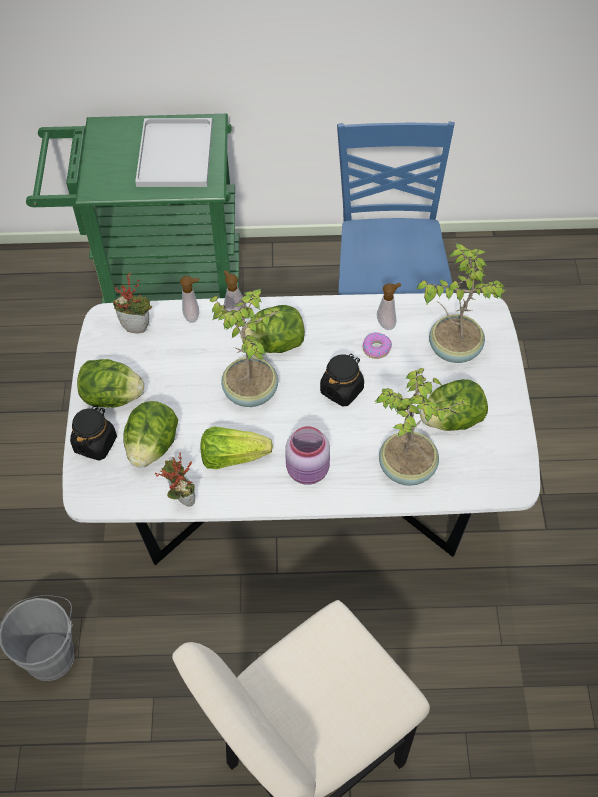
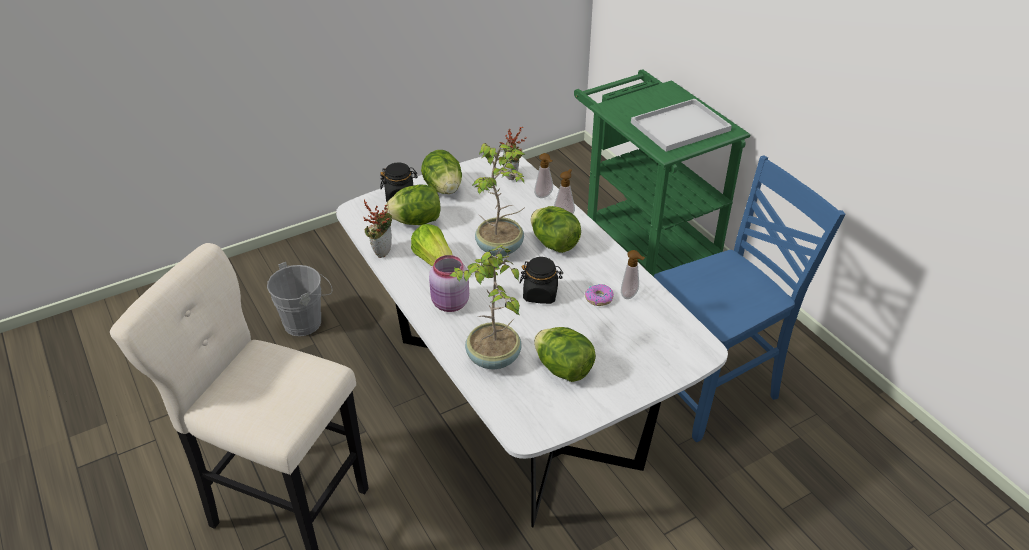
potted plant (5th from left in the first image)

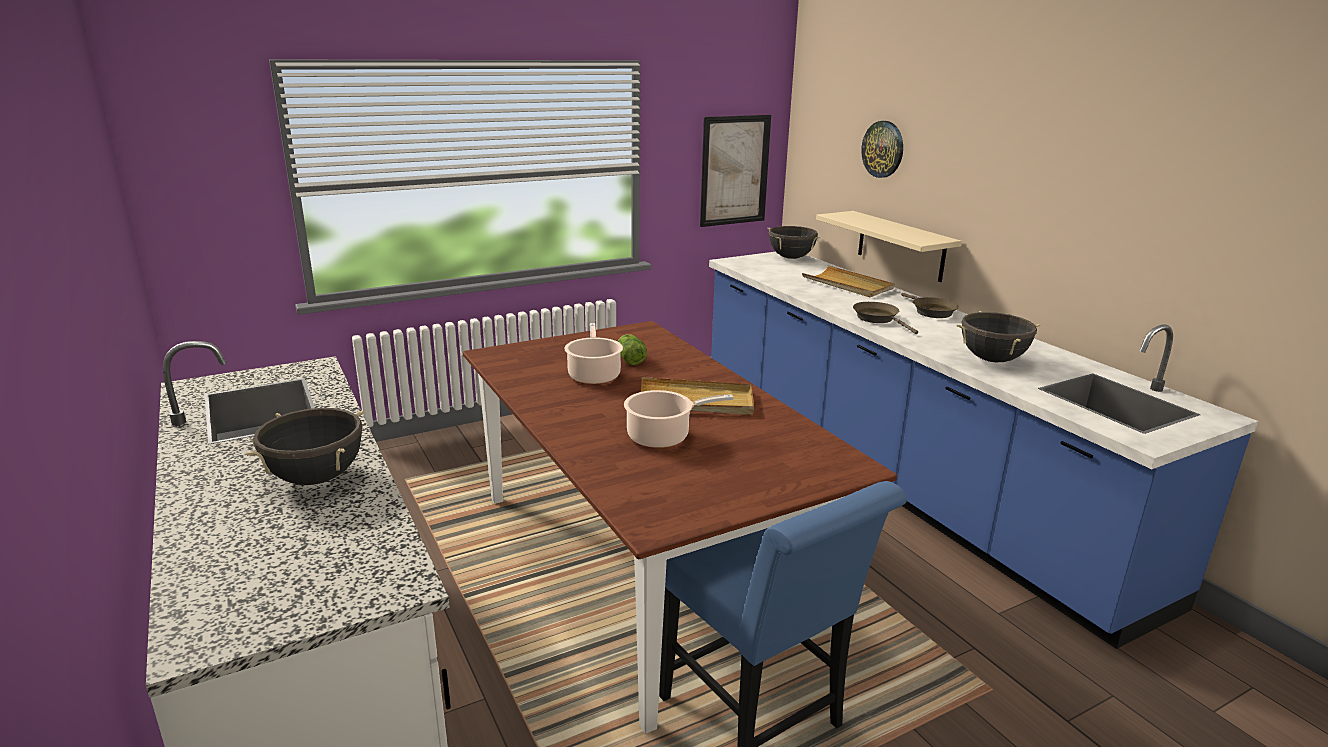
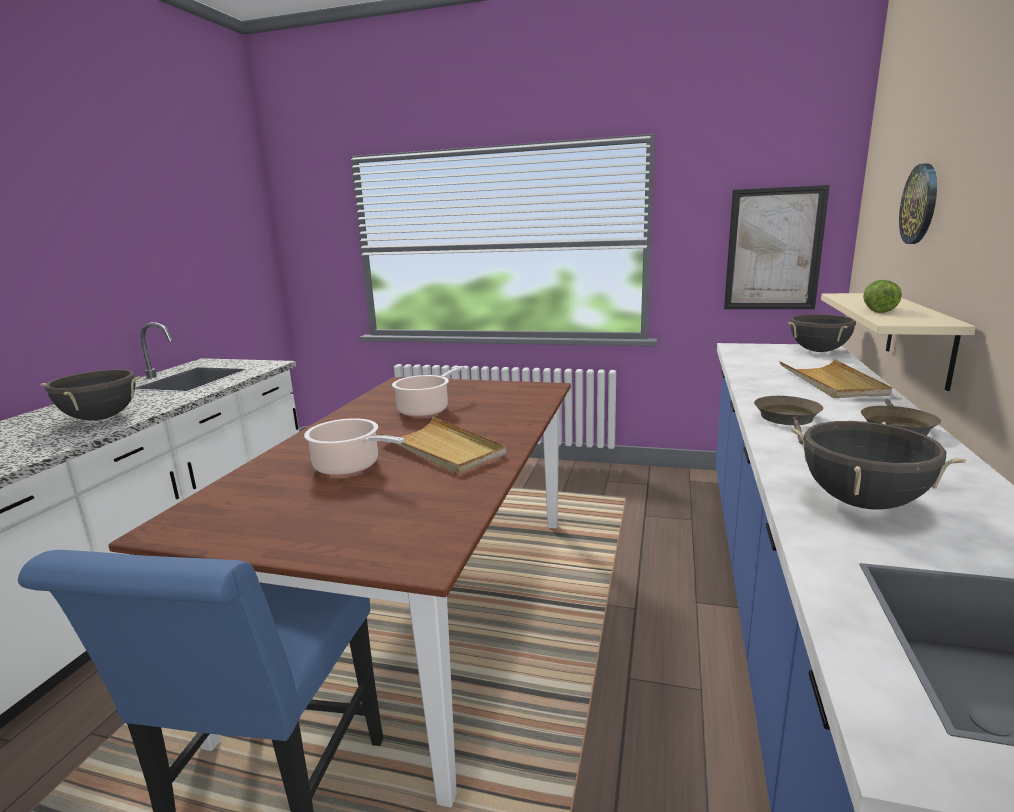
lettuce

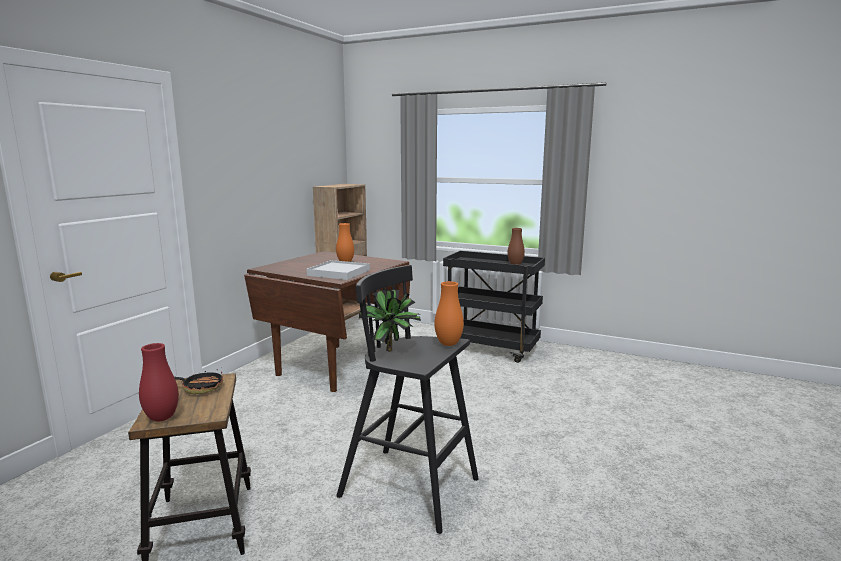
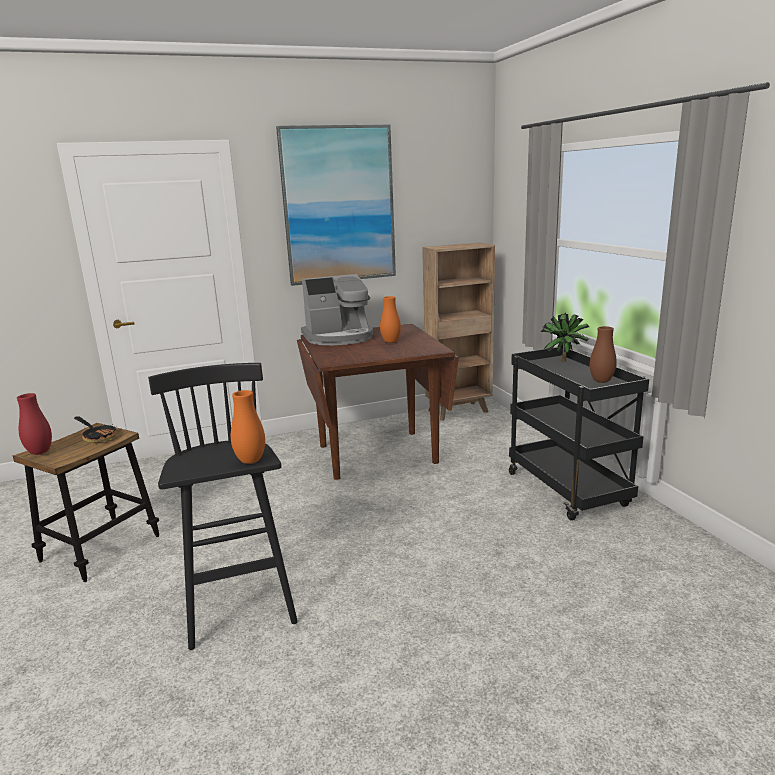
picture
coffee machine
potted plant
tray (white)

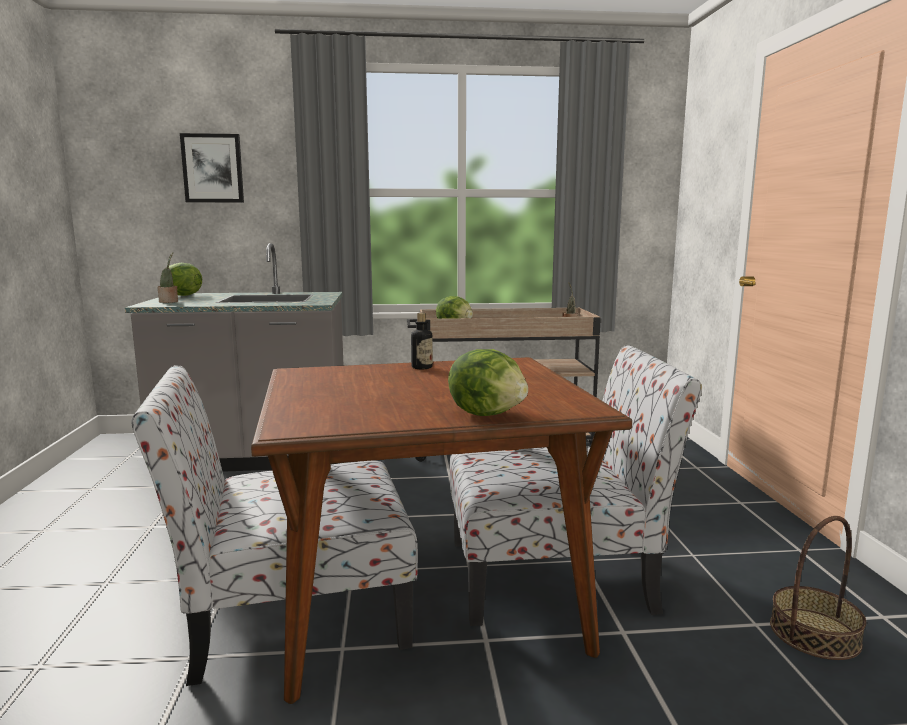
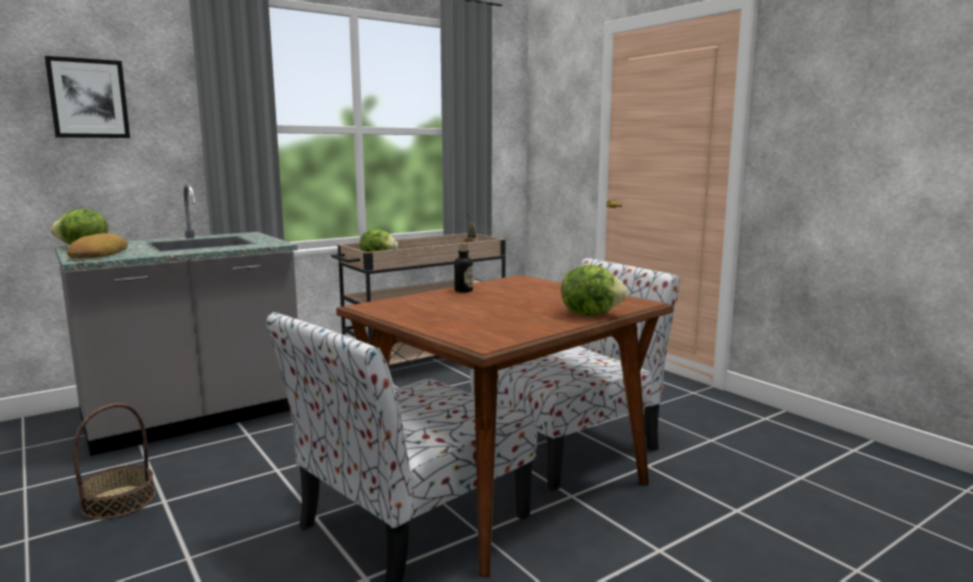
bread
basket

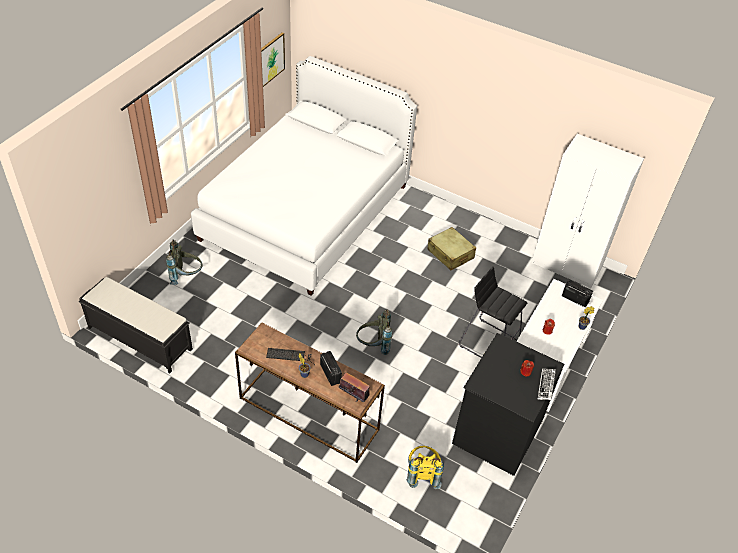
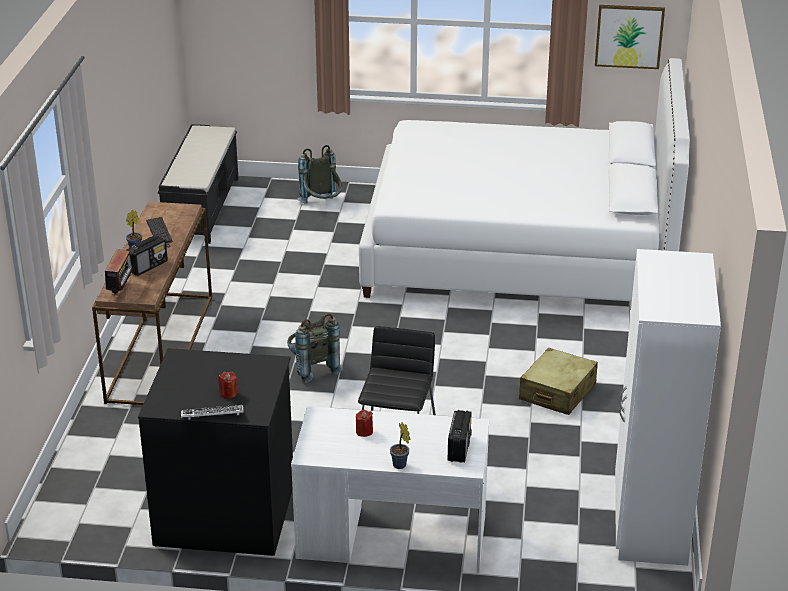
backpack (yellow)

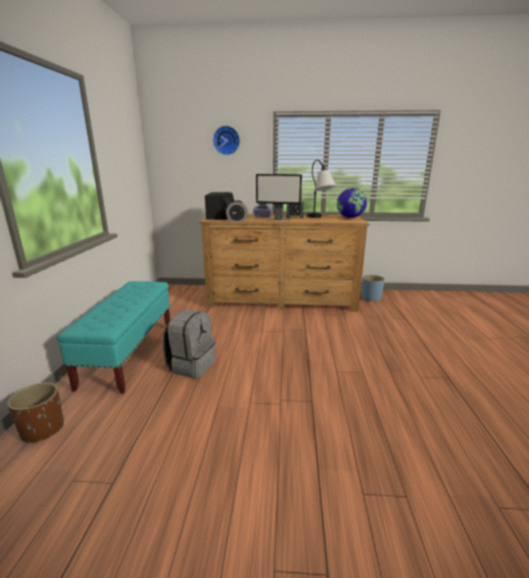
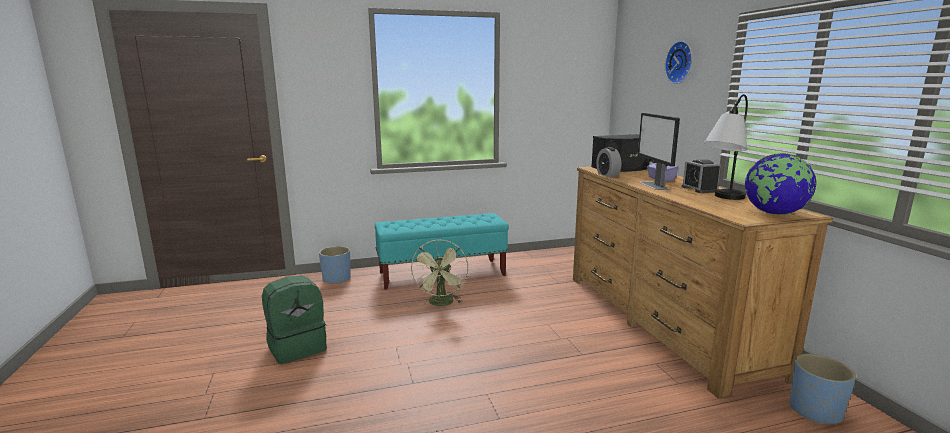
backpack (green)
planter (blue) (1st from left)
fan (green)

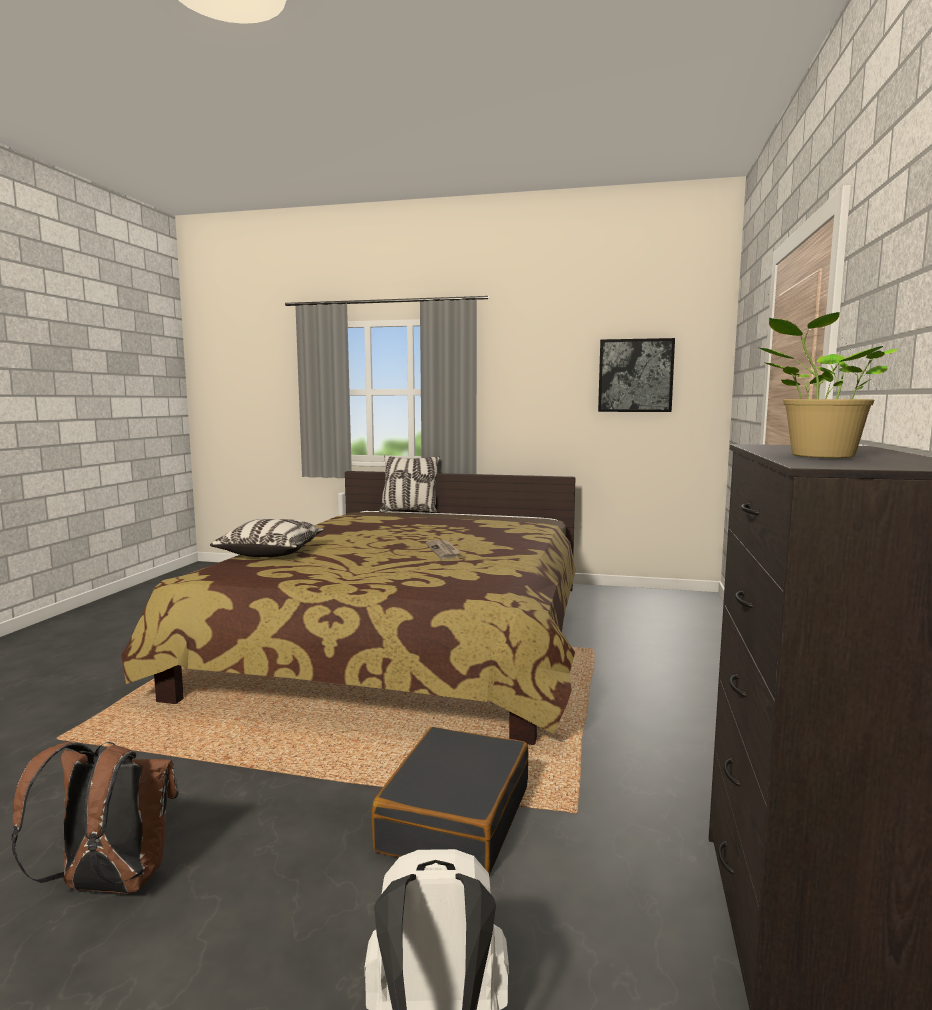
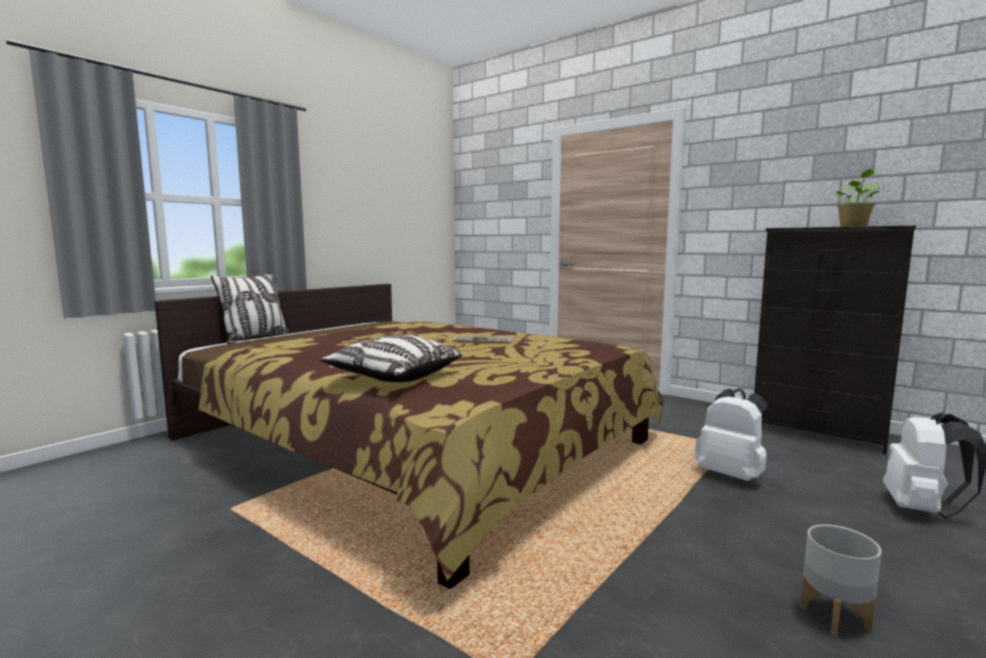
backpack (white) (1st from left)
planter (grey)
picture

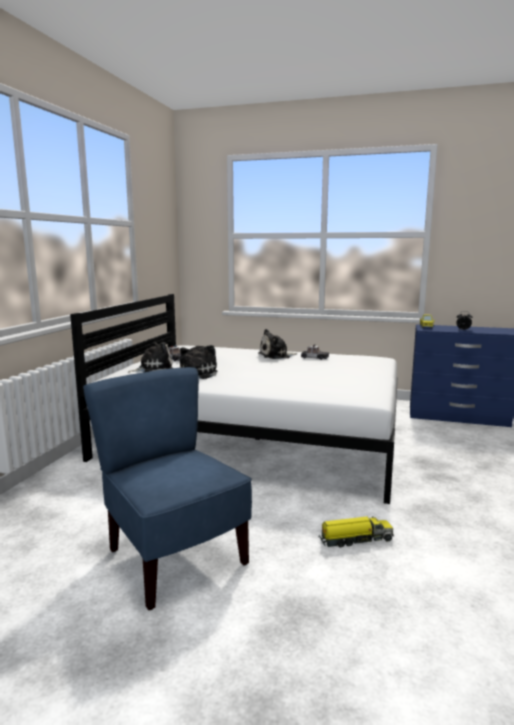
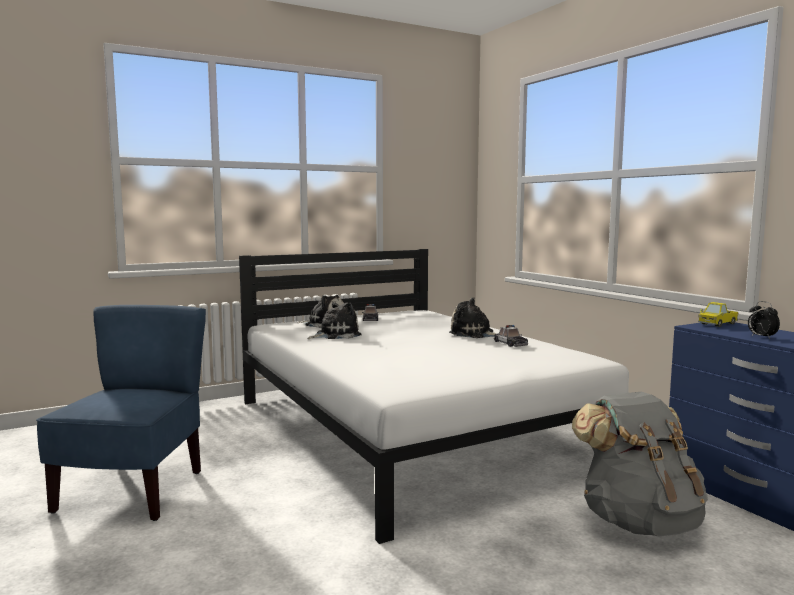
backpack (grey)
toy truck (1st from left in the first image)

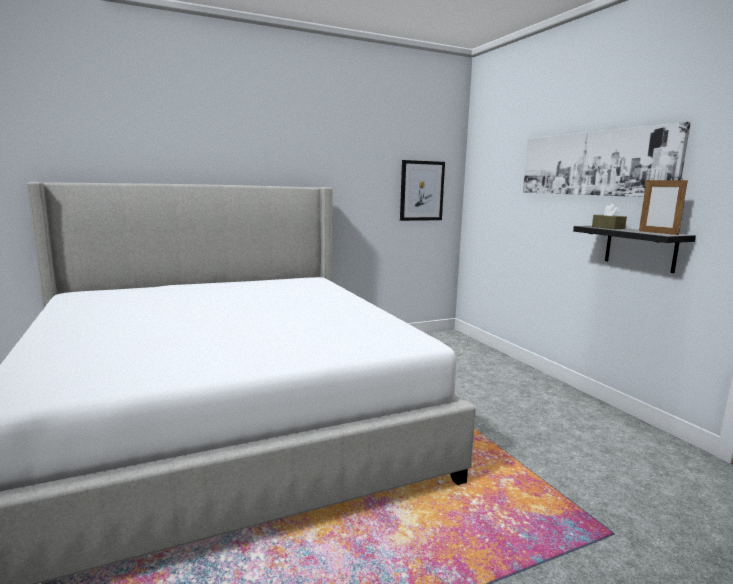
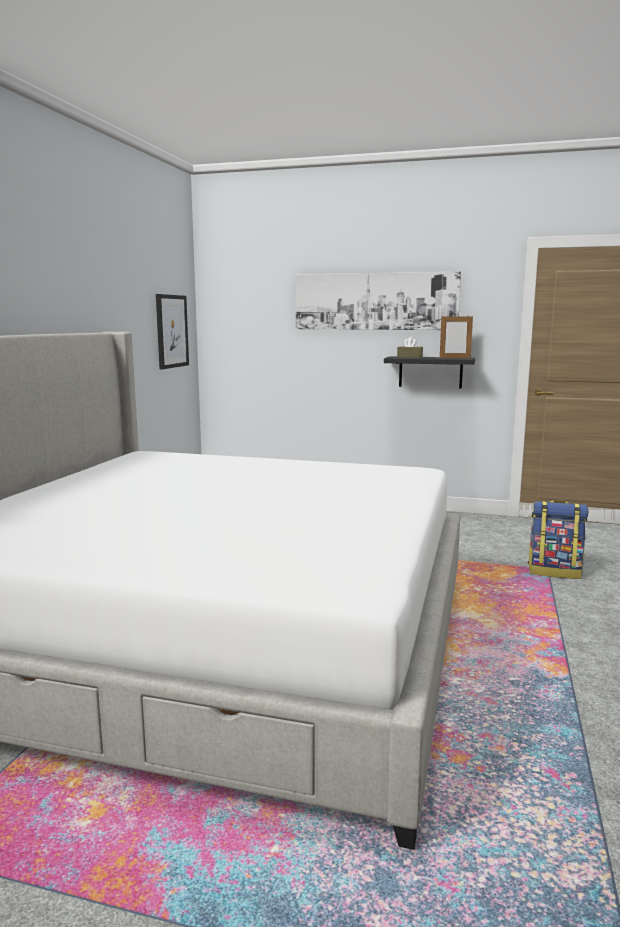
backpack

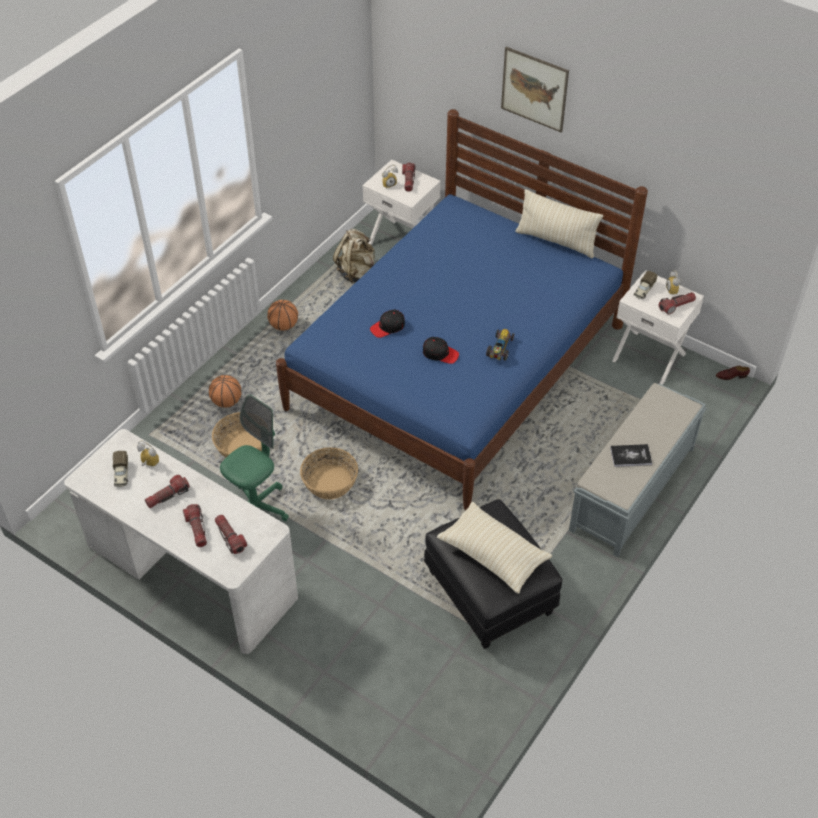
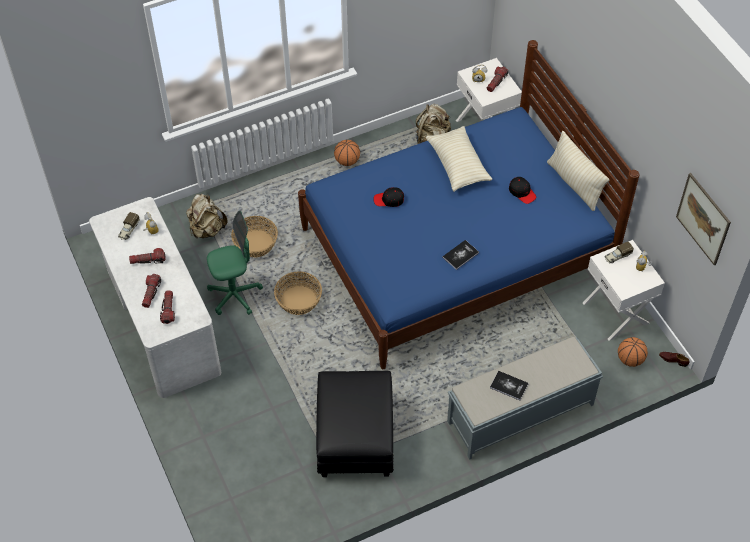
backpack (beige) (1st from left)
pillow (beige) (1st from left)
book (1st from left)
cap (black) (2nd from left)
basketball (2nd from left)
picture
flashlight (5th from left in the first image)

